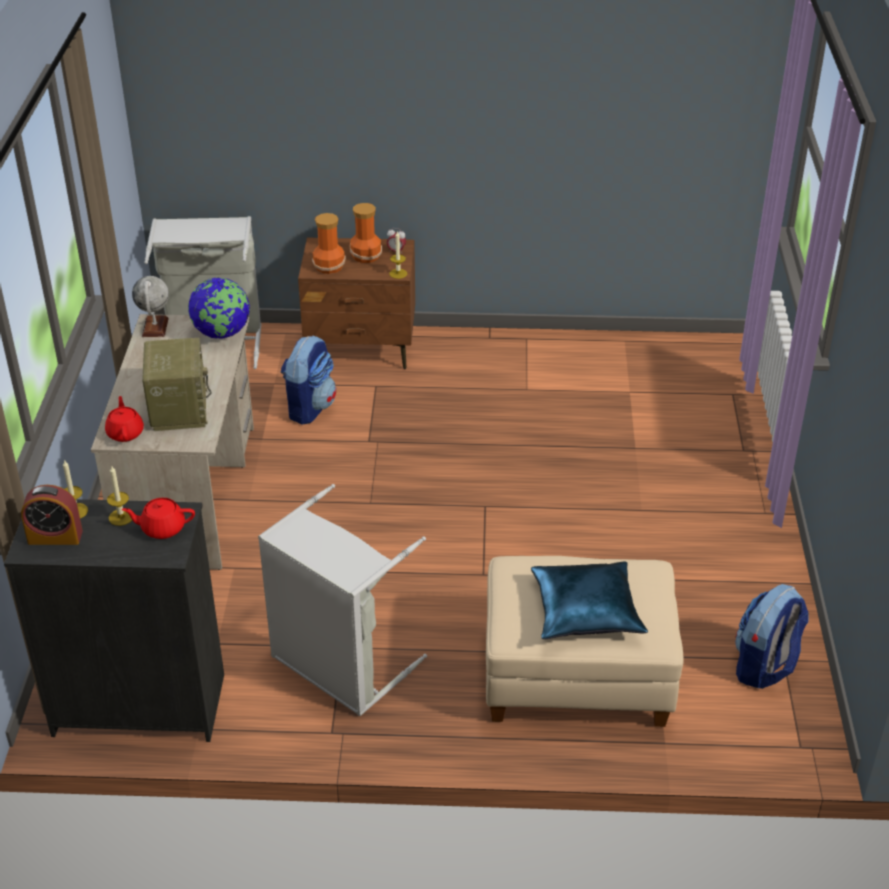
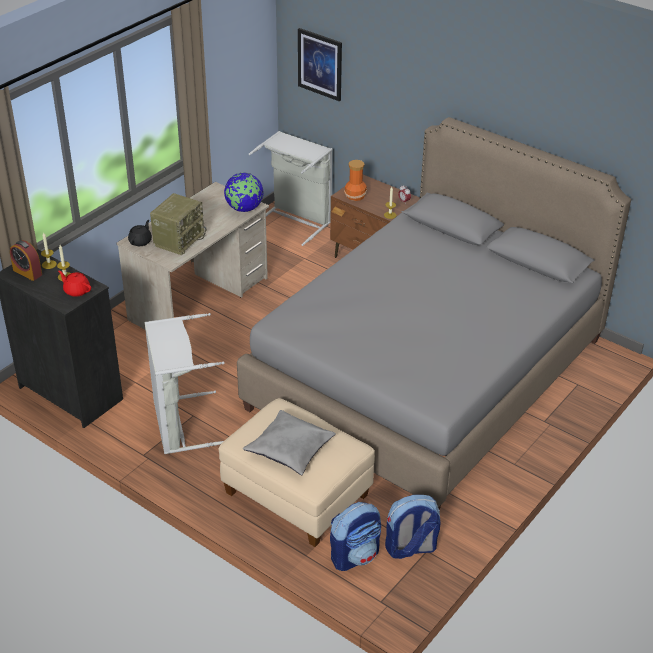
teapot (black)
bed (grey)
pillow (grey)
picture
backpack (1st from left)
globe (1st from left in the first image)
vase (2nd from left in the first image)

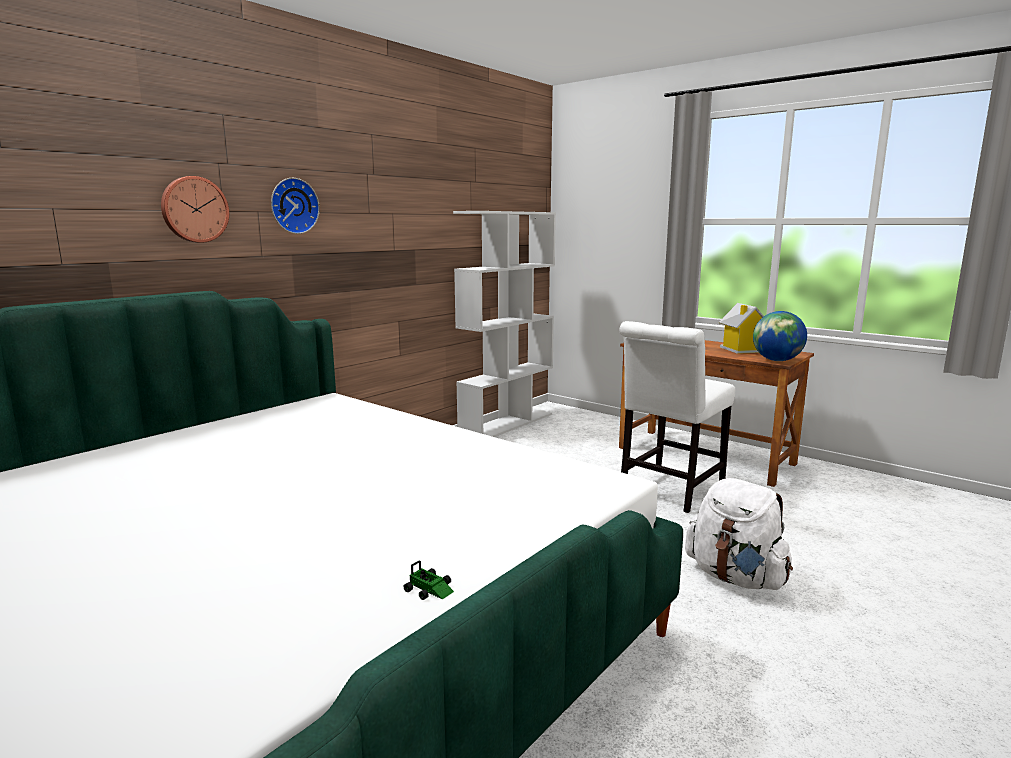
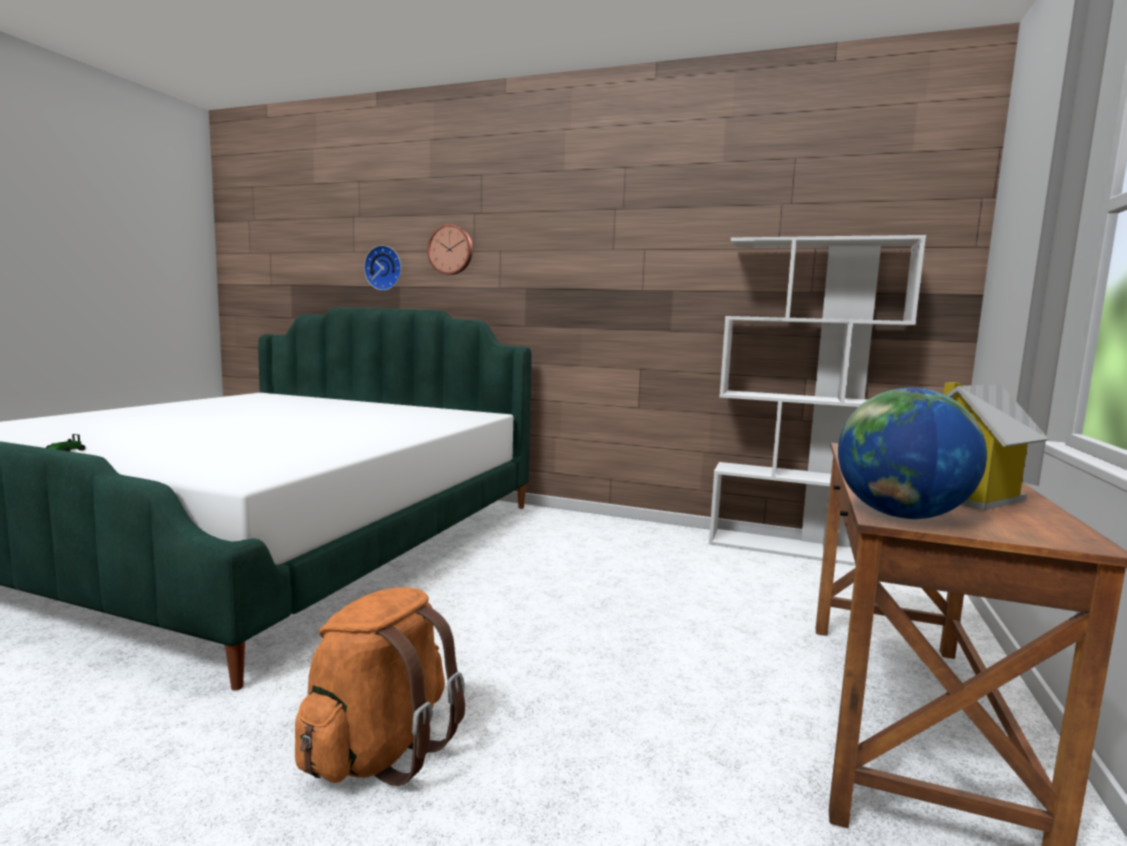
backpack (orange)
wall clock (1st from left)
chair (white)

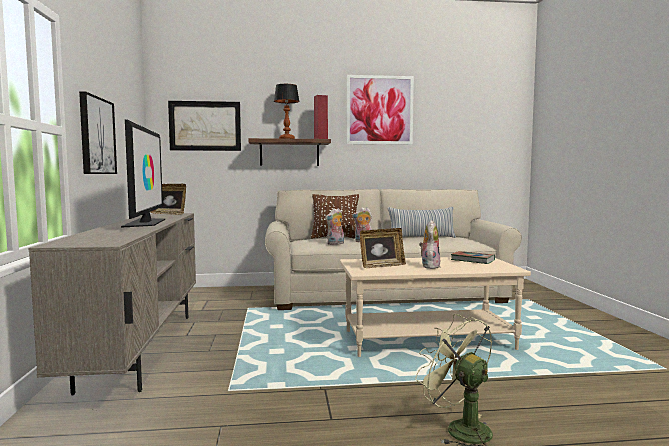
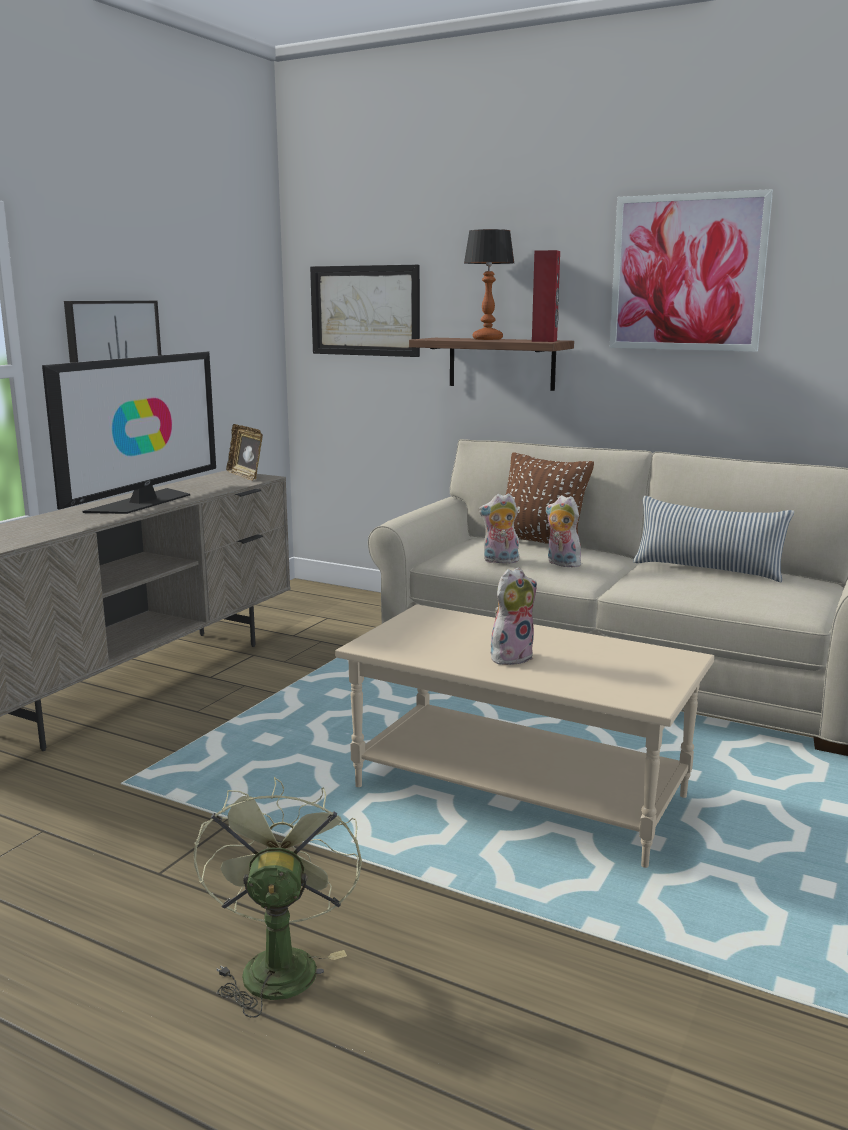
picture frame (2nd from left in the first image)
book

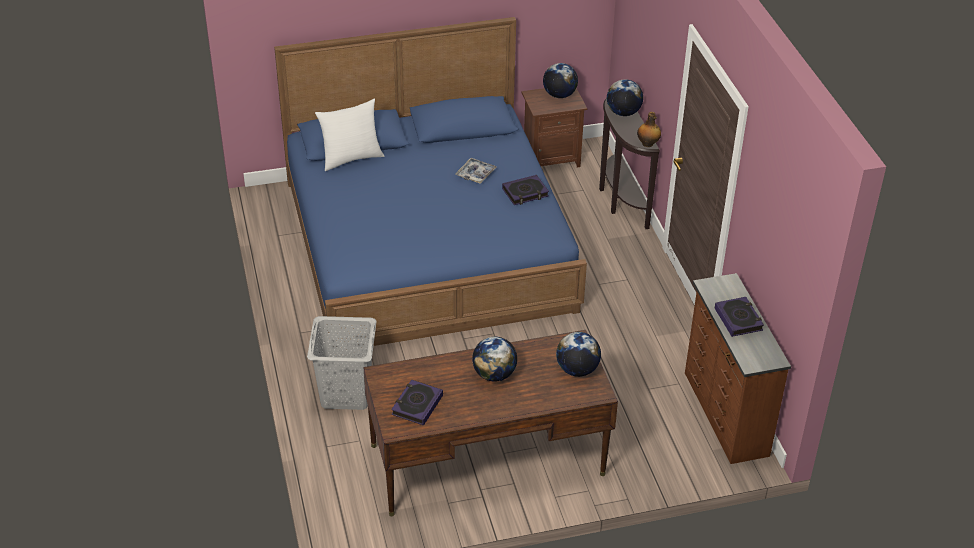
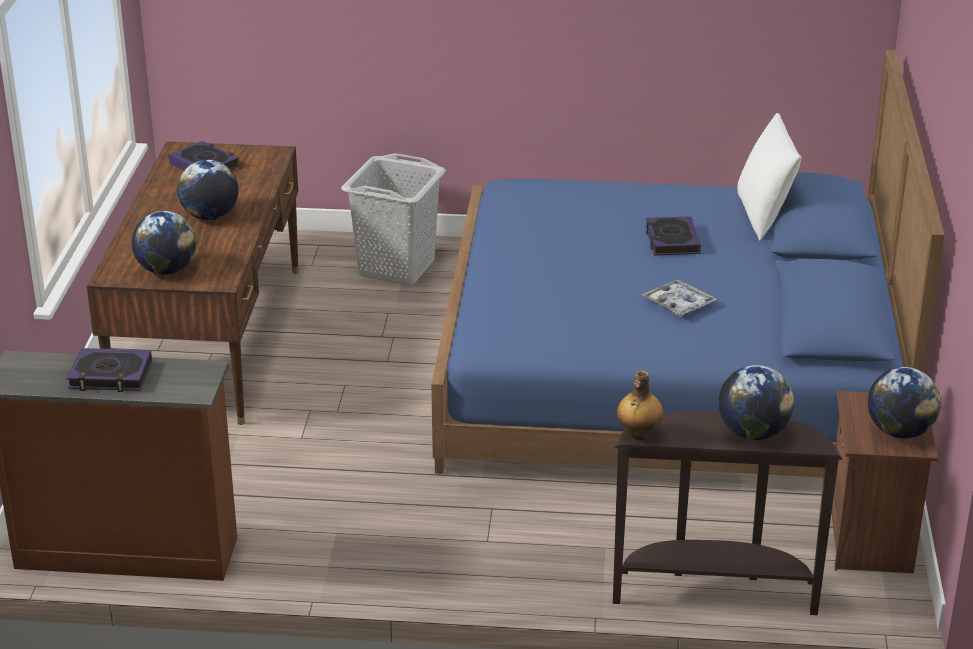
book (3rd from left)

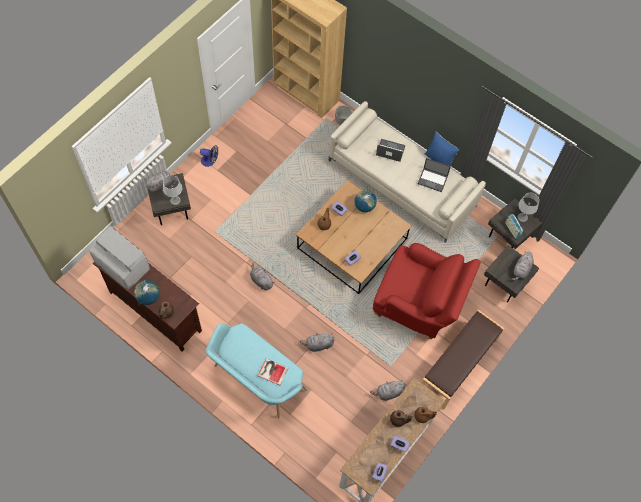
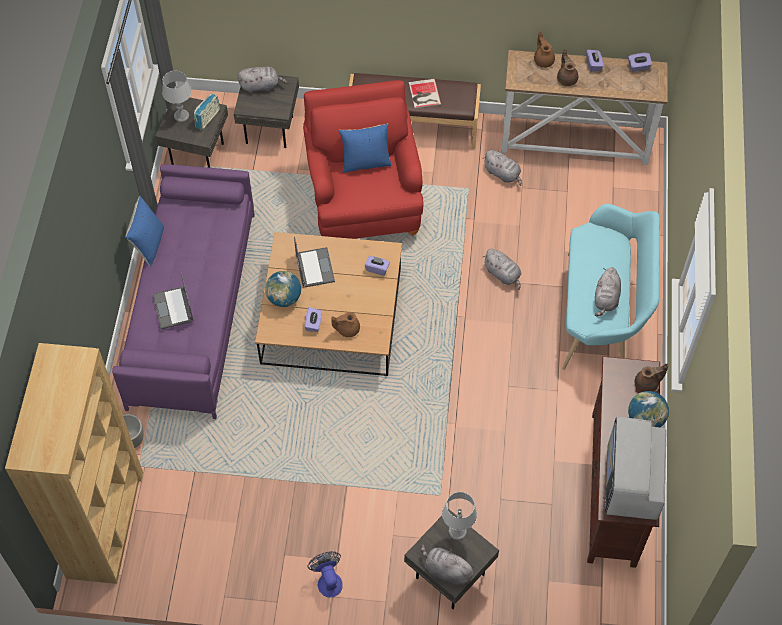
sofa (purple)
laptop (2nd from left)
pillow (blue) (2nd from left)
book
plush toy (grey) (5th from left)

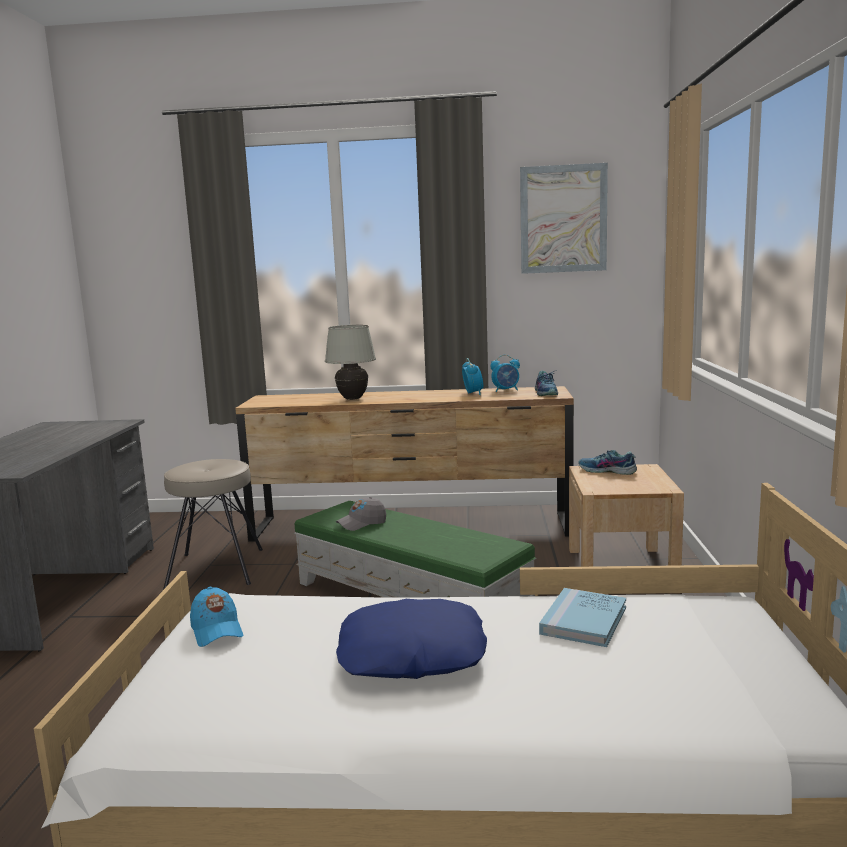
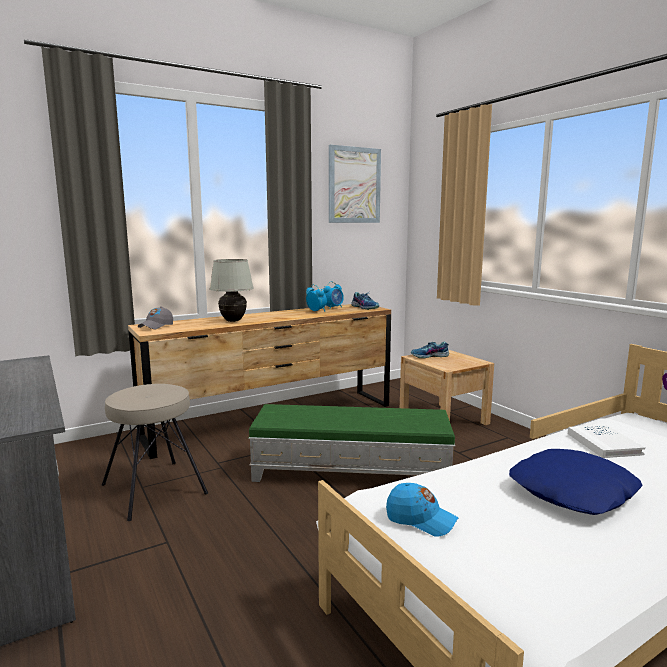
cap (grey)
book (white)

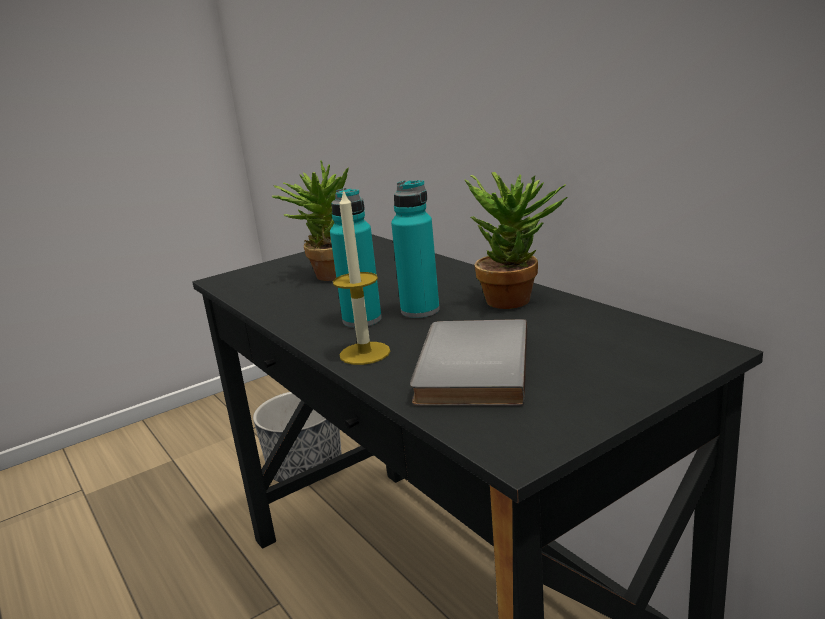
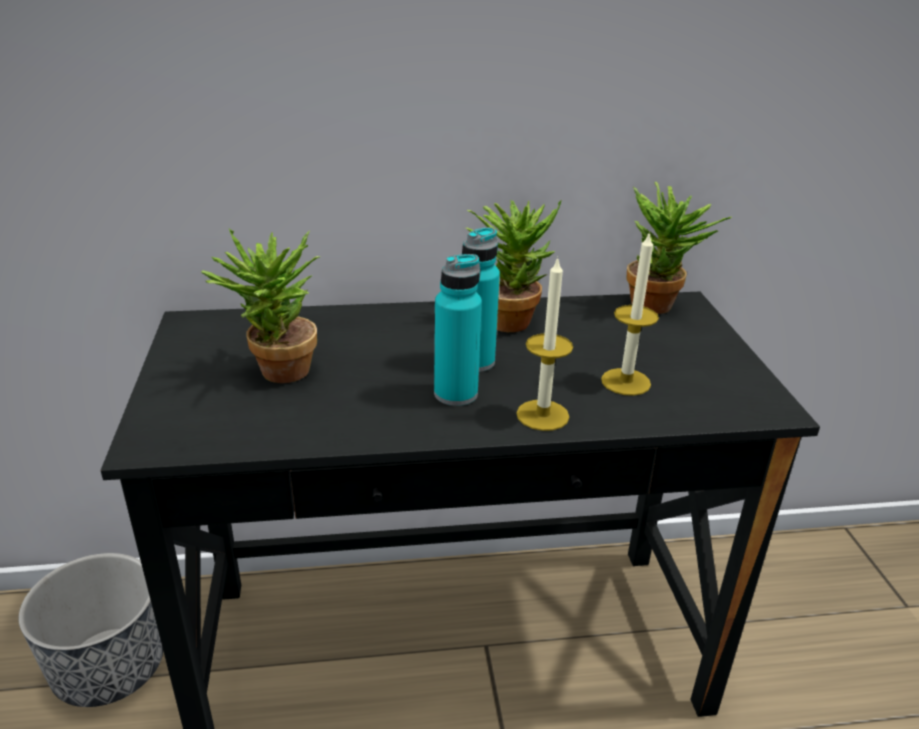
candle (2nd from left)
potted plant (3rd from left)

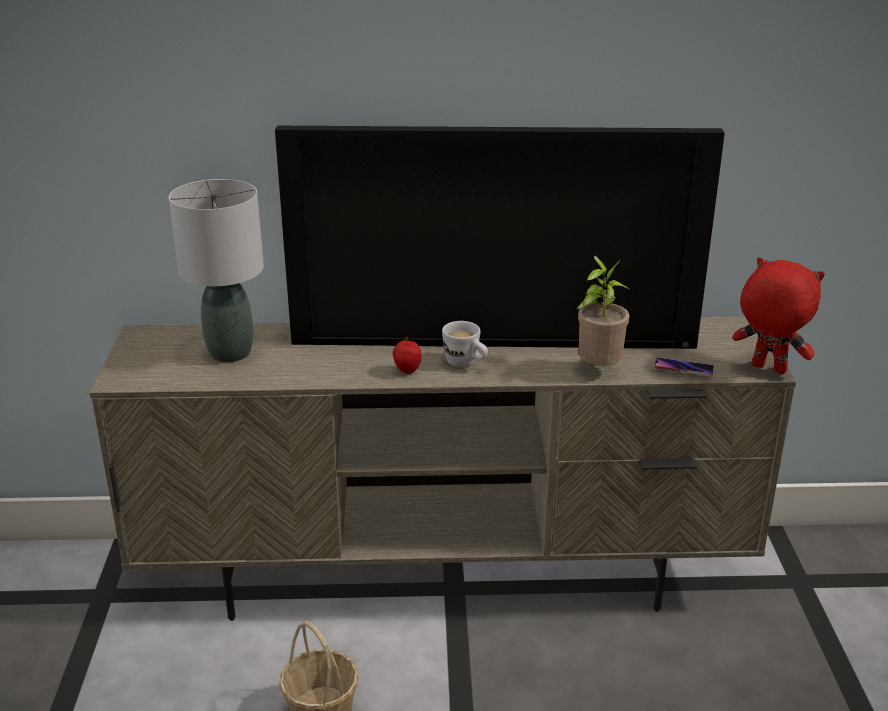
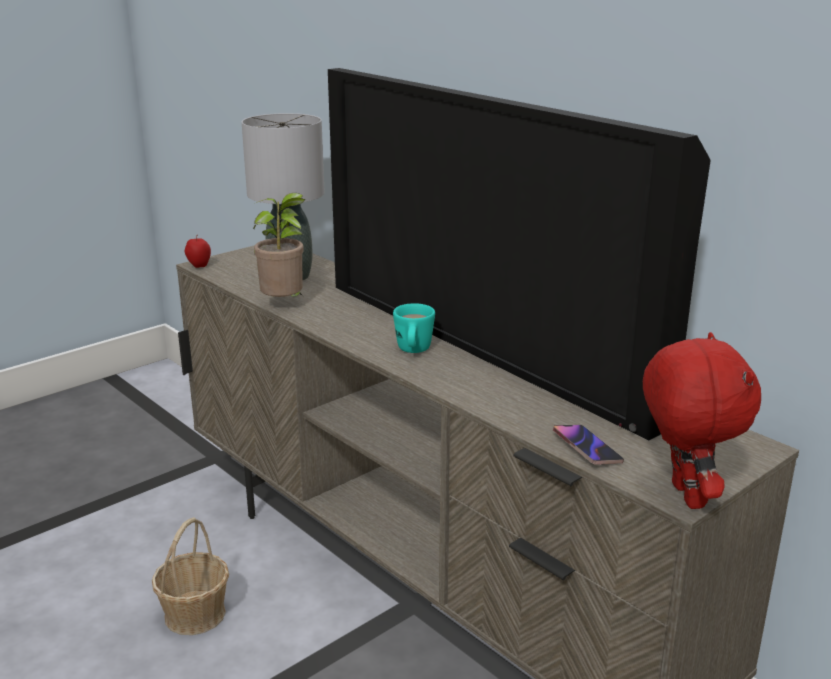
apple
potted plant
mug (turquoise)

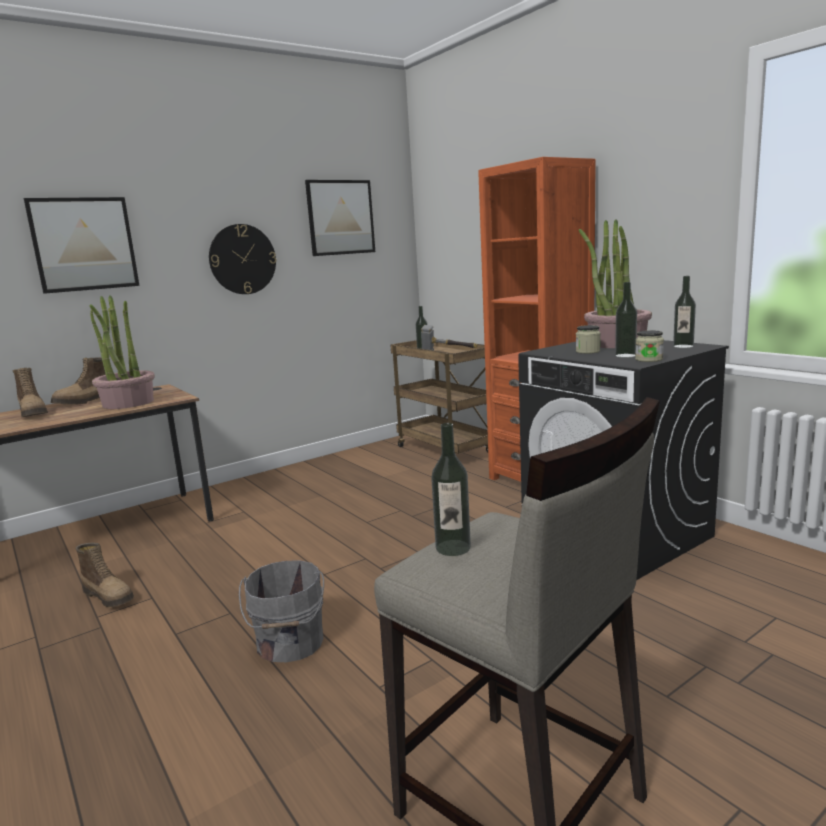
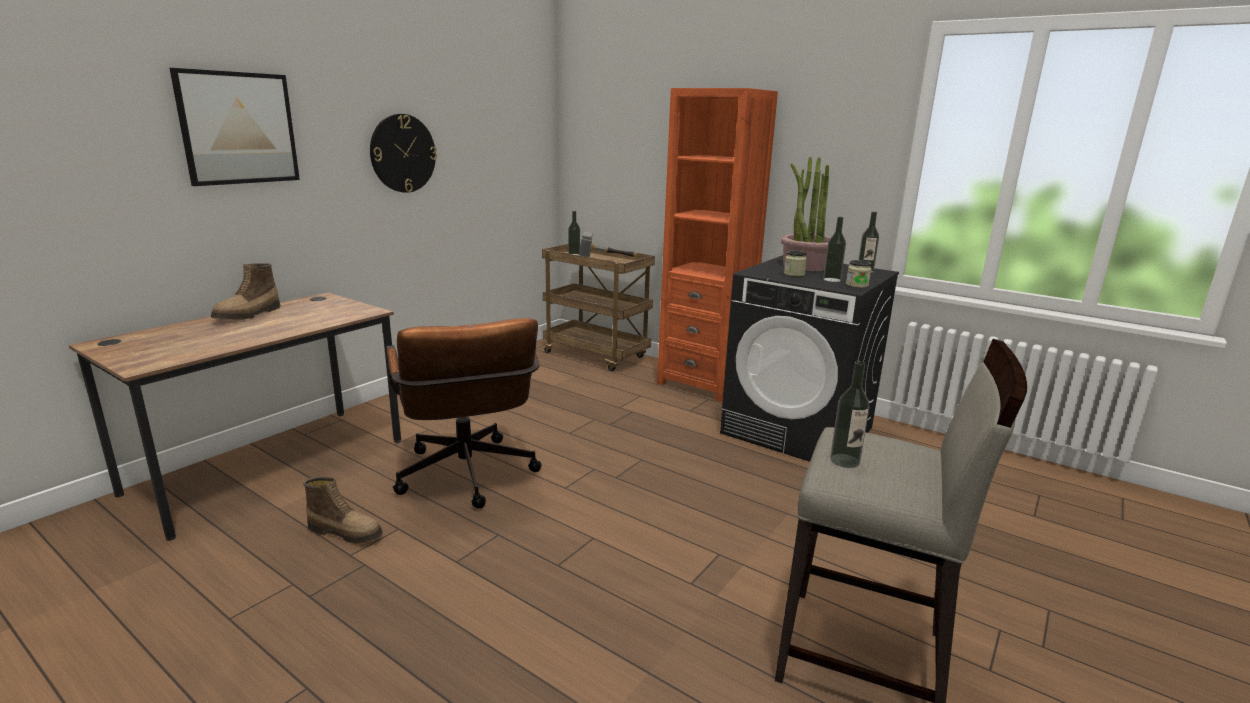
office chair (brown)
boot (1st from left in the first image)
potted plant (1st from left in the first image)
bucket (grey)
picture (2nd from left in the first image)

